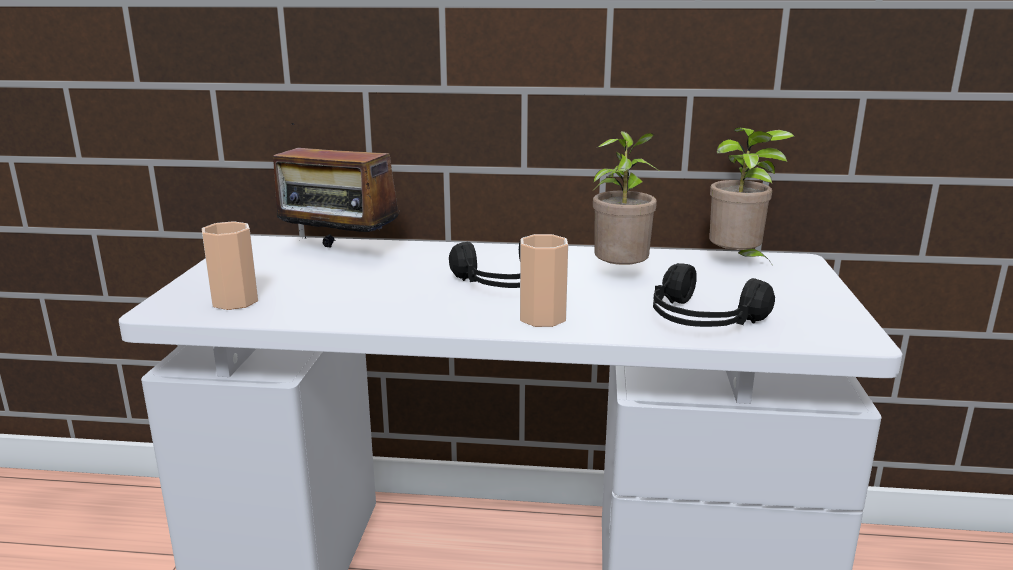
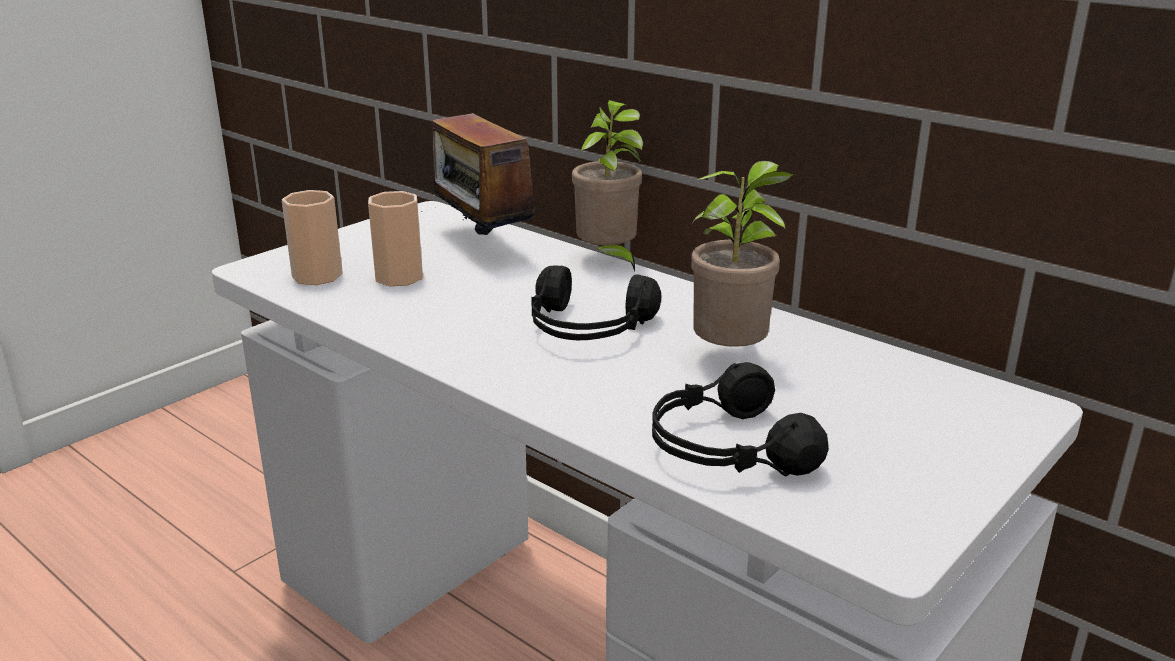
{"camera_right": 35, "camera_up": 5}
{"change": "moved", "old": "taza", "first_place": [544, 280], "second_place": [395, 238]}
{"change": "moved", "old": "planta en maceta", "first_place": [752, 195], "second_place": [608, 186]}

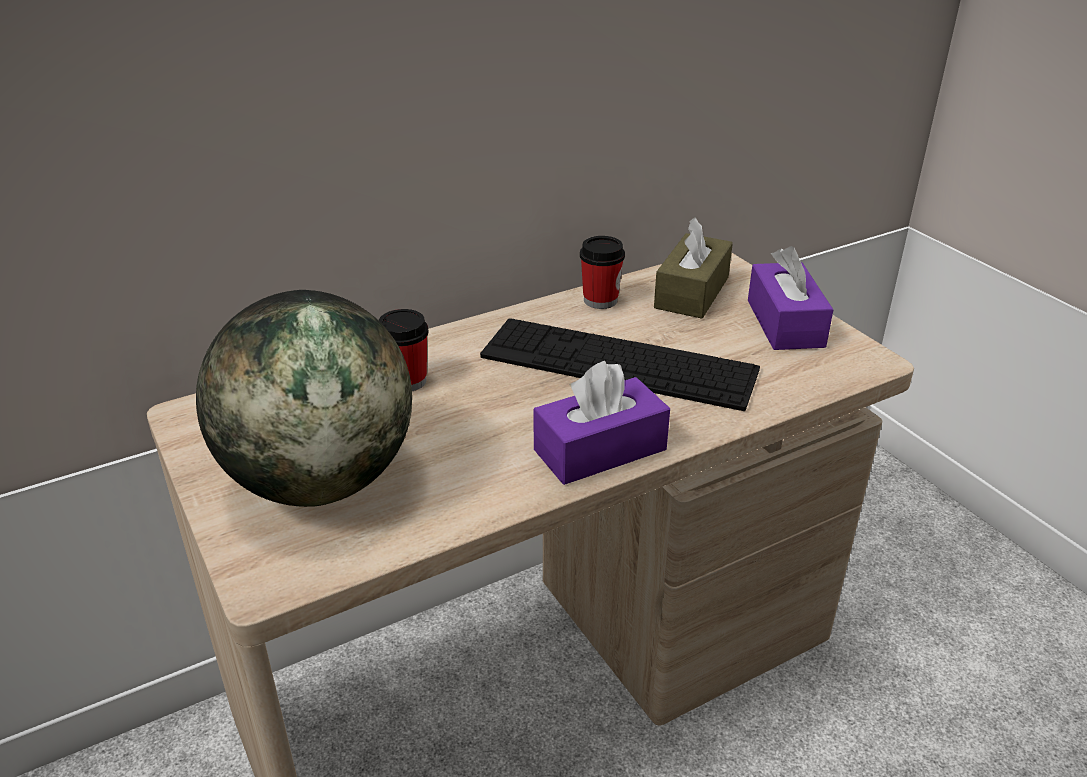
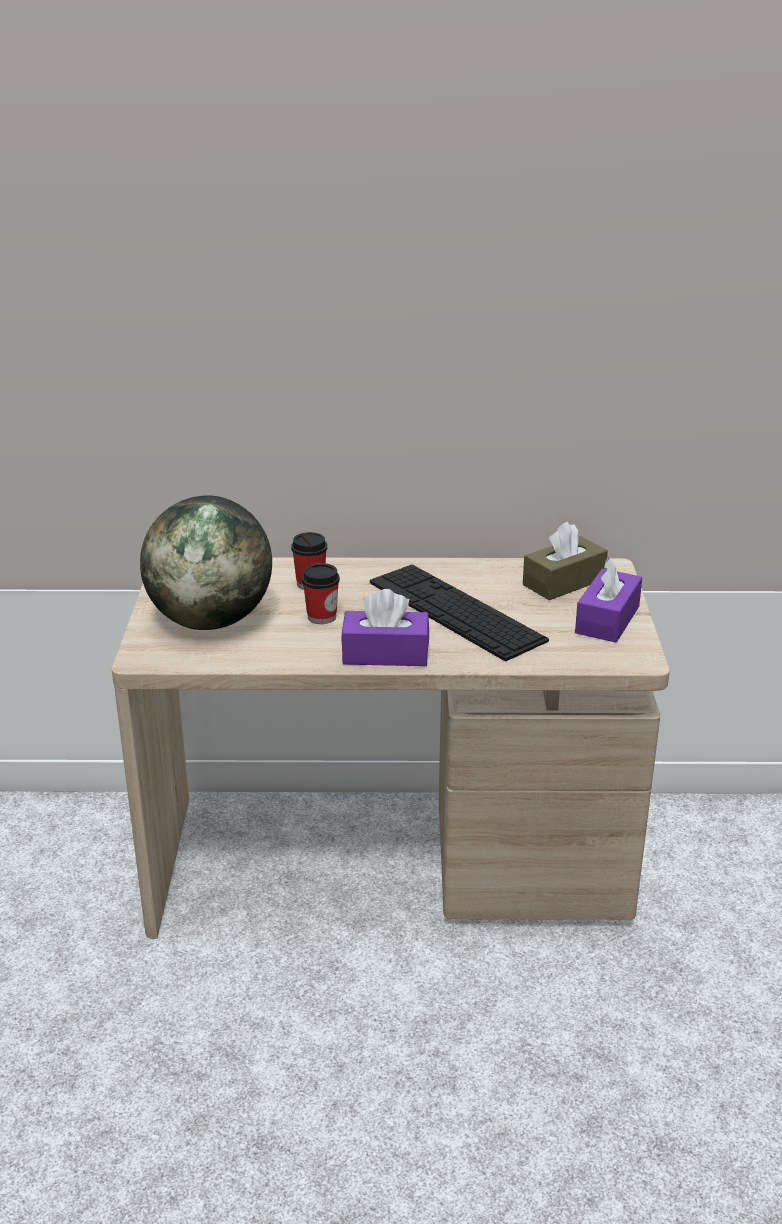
{"camera_right": 30, "camera_up": -5}
{"change": "moved", "old": "taza", "first_place": [602, 272], "second_place": [321, 593]}

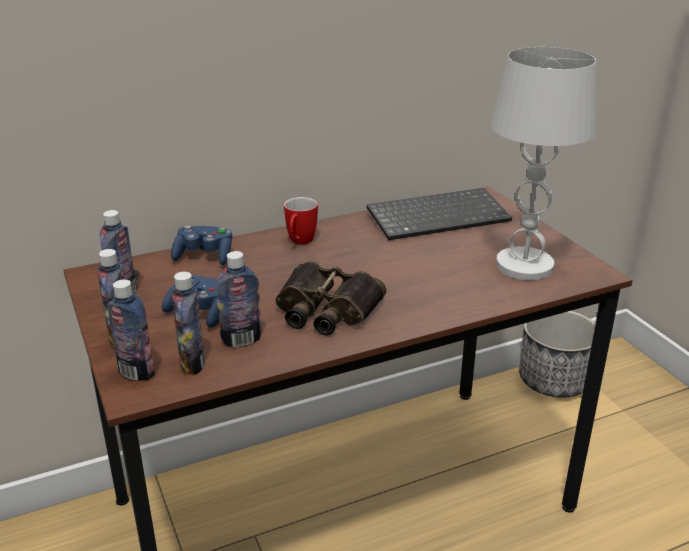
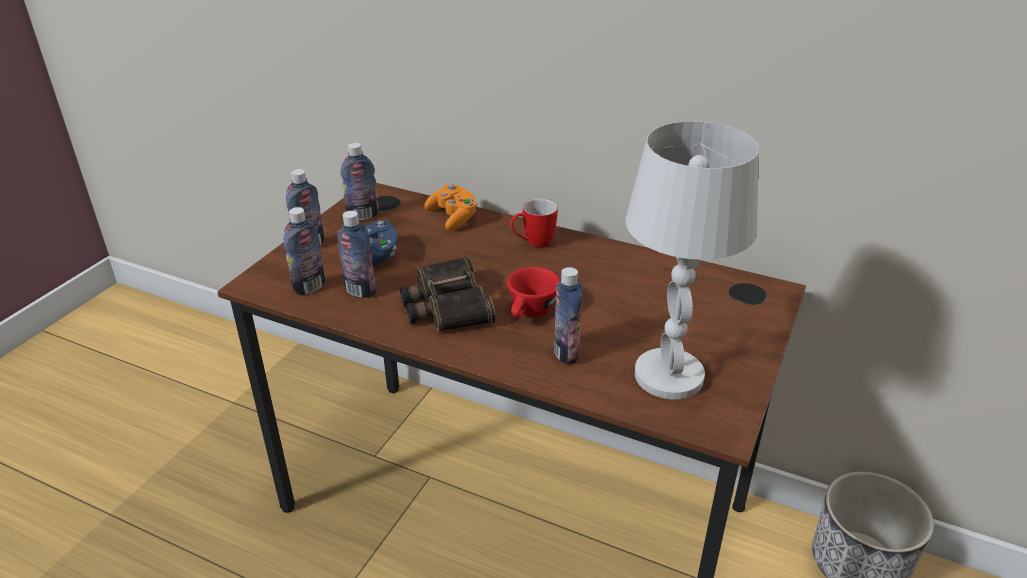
{"camera_right": 50, "camera_up": 5}
{"change": "moved", "old": "botella", "first_place": [131, 330], "second_place": [568, 316]}
{"change": "recoloured", "old": "mando de consola [azul]", "new": "mando de consola [naranja]", "first_place": [201, 245], "second_place": [451, 207]}
{"change": "removed", "old": "teclado", "first_place": [439, 214]}
{"change": "added", "new": "taza [rojo]", "second_place": [533, 292]}

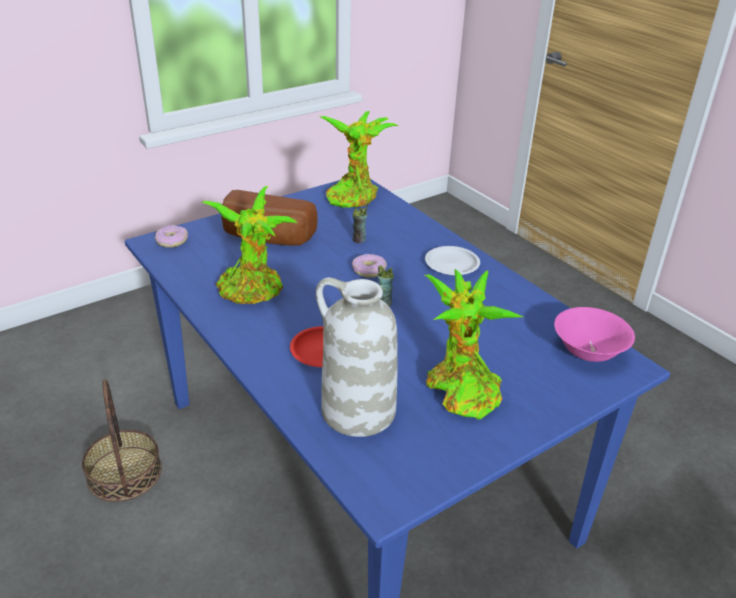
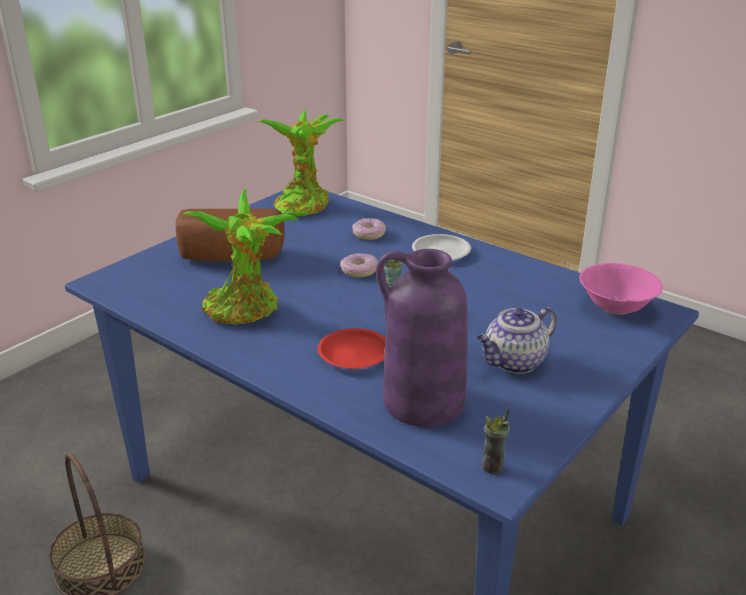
{"camera_right": -15, "camera_up": -5}
{"change": "moved", "old": "rosquilla", "first_place": [171, 236], "second_place": [369, 229]}
{"change": "recoloured", "old": "florero [blanco]", "new": "florero [morado]", "first_place": [356, 357], "second_place": [422, 338]}
{"change": "moved", "old": "taza", "first_place": [360, 223], "second_place": [496, 441]}
{"change": "replaced", "old": "planta en maceta", "new": "tetera", "first_place": [474, 344], "second_place": [517, 340]}

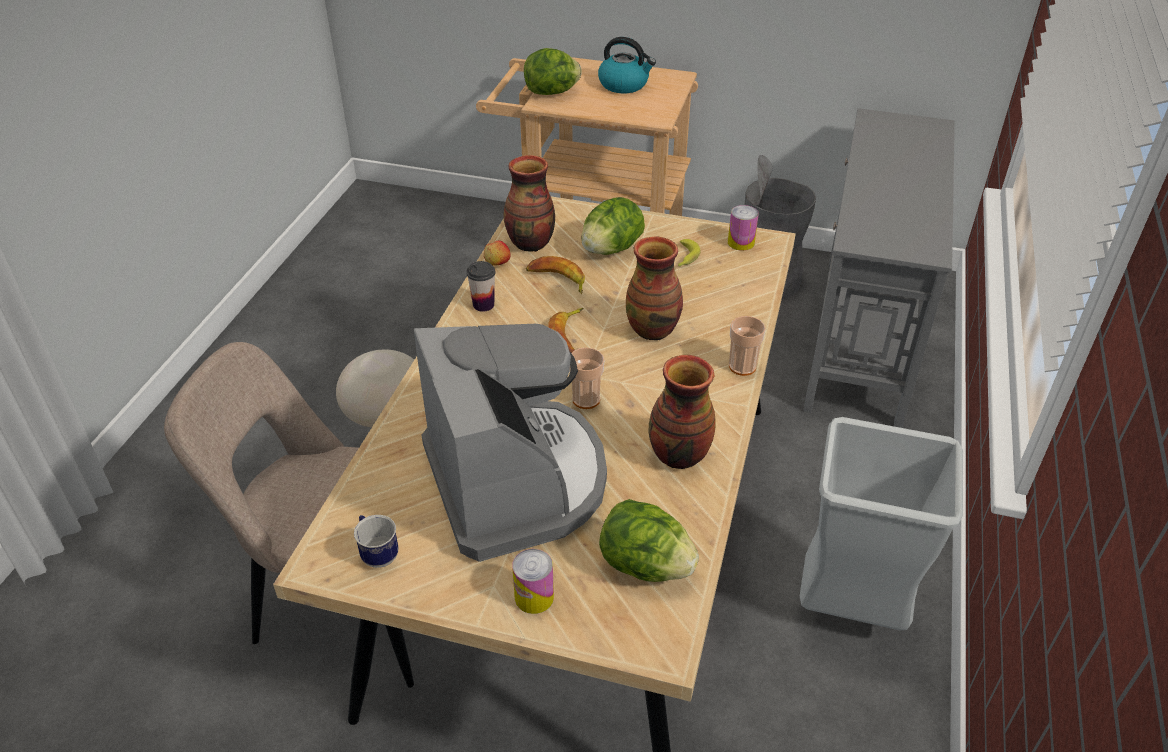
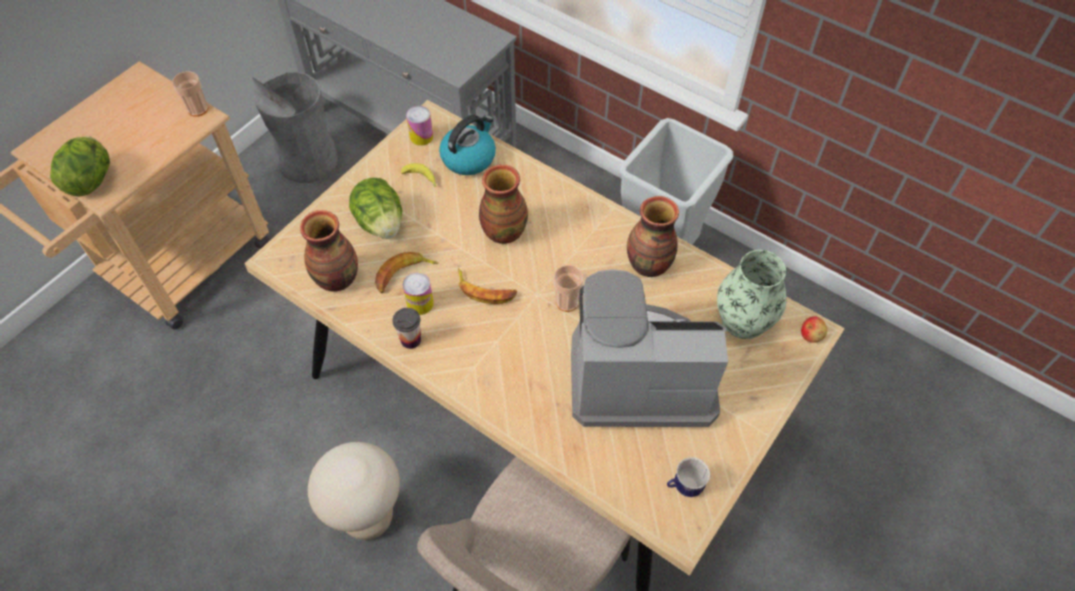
{"camera_right": -70, "camera_up": 15}
{"change": "moved", "old": "manzana", "first_place": [497, 253], "second_place": [814, 329]}
{"change": "moved", "old": "lata", "first_place": [533, 581], "second_place": [418, 293]}
{"change": "moved", "old": "hervidor", "first_place": [627, 65], "second_place": [467, 145]}
{"change": "replaced", "old": "lechuga", "new": "florero", "first_place": [649, 540], "second_place": [752, 294]}
{"change": "moved", "old": "taza", "first_place": [747, 346], "second_place": [190, 94]}

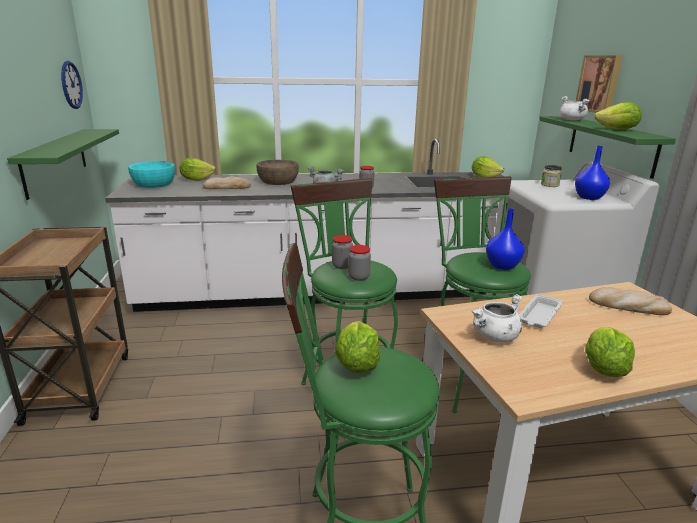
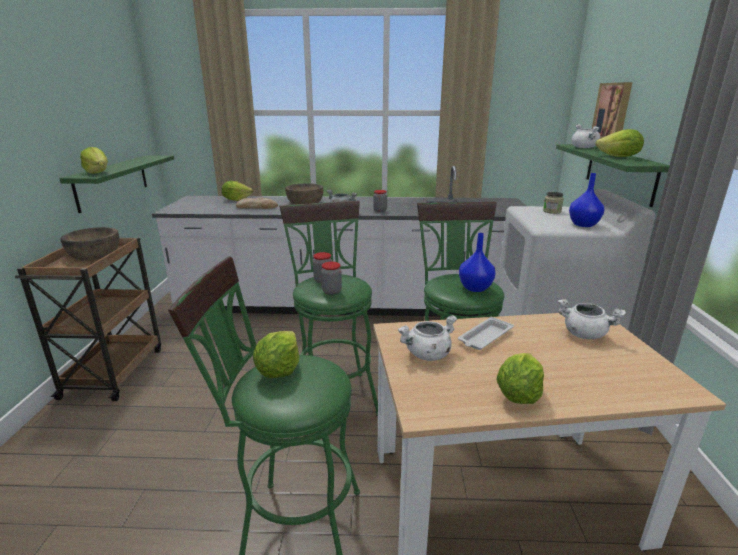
{"camera_right": 10, "camera_up": 0}
{"change": "removed", "old": "reloj de pared", "first_place": [72, 85]}
{"change": "removed", "old": "cuenco [turquesa]", "first_place": [151, 174]}
{"change": "moved", "old": "lechuga", "first_place": [488, 166], "second_place": [94, 160]}
{"change": "replaced", "old": "pan", "new": "olla [blanco]", "first_place": [630, 301], "second_place": [592, 319]}
{"change": "added", "new": "cuenco [marrón]", "second_place": [90, 244]}

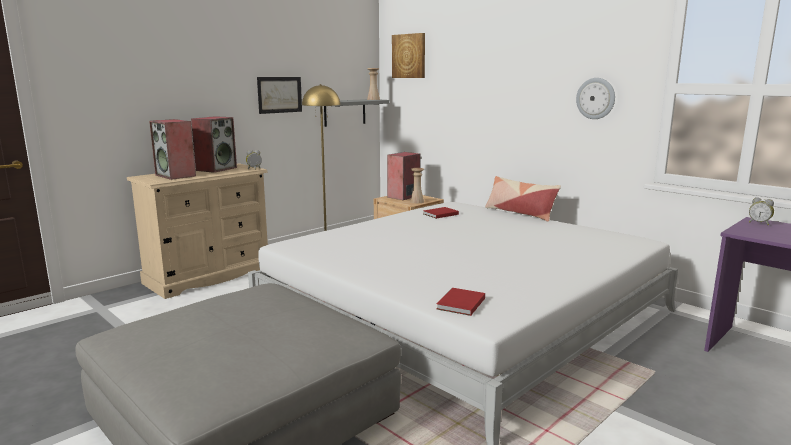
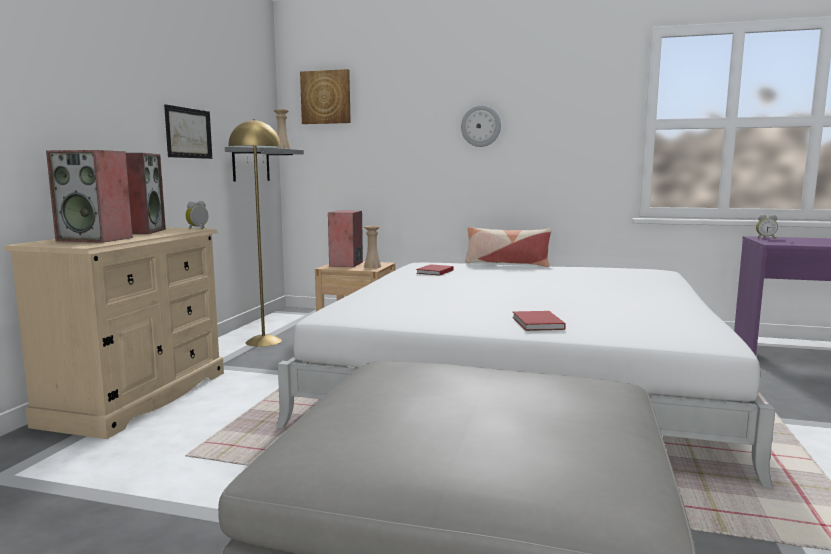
{"camera_right": -30, "camera_up": -5}
{"change": "moved", "old": "libro [rojo]", "first_place": [461, 302], "second_place": [539, 321]}
{"change": "moved", "old": "reloj de pared", "first_place": [595, 98], "second_place": [481, 126]}

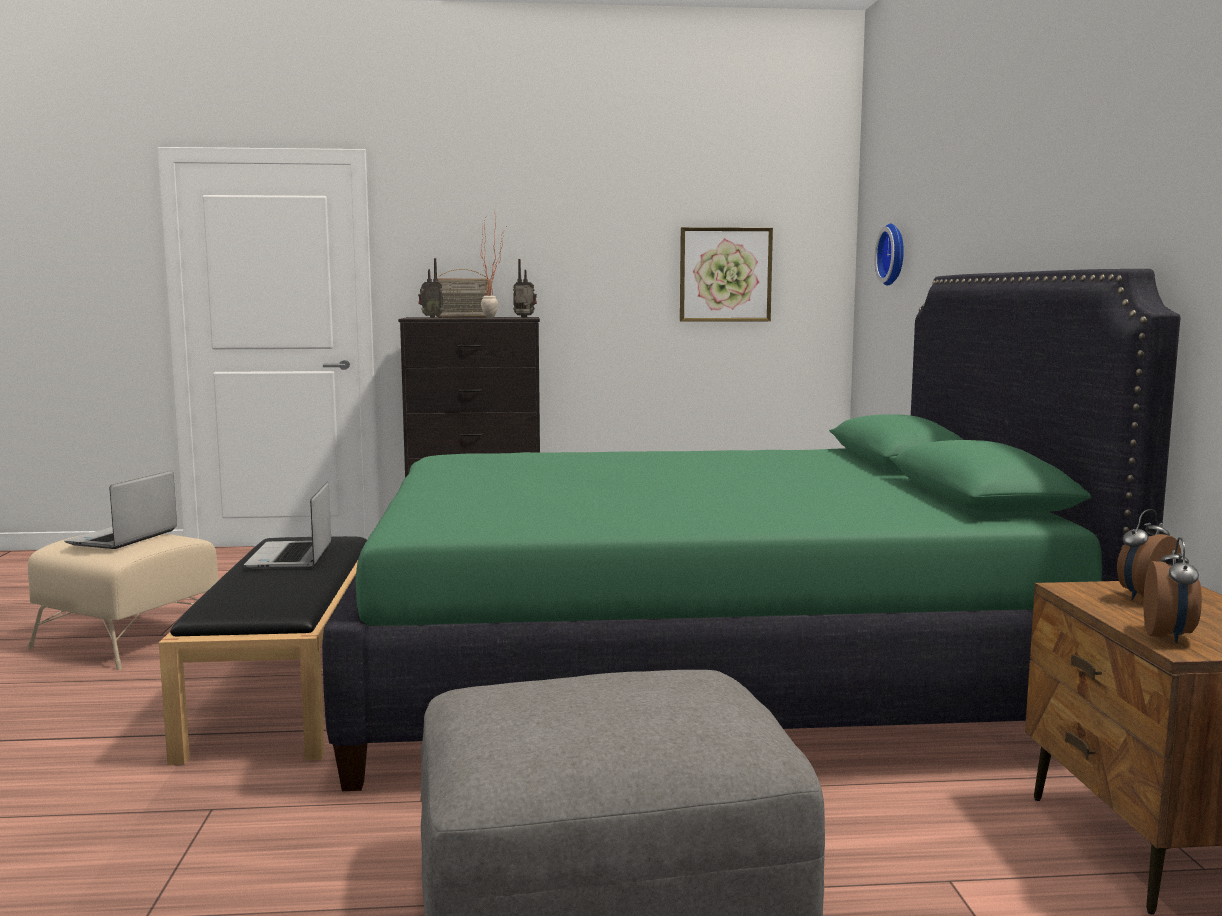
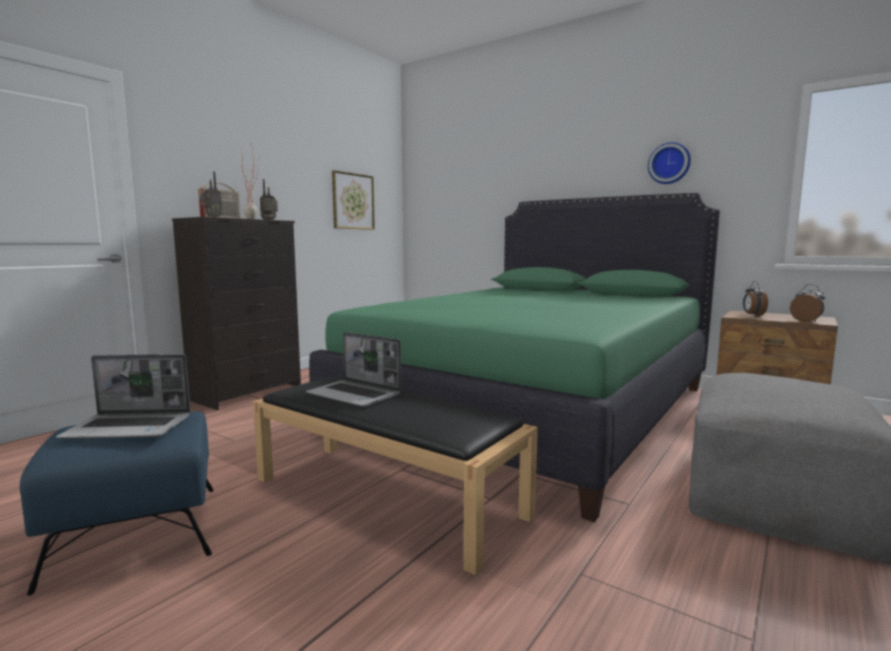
{"camera_right": -50, "camera_up": 0}
{"change": "recoloured", "old": "puf [beis]", "new": "puf [azul]", "first_place": [123, 602], "second_place": [117, 503]}
{"change": "turned", "old": "portátil", "first_place": [120, 510], "second_place": [123, 396], "degrees": -60}
{"change": "moved", "old": "reloj de pared", "first_place": [889, 254], "second_place": [669, 163]}

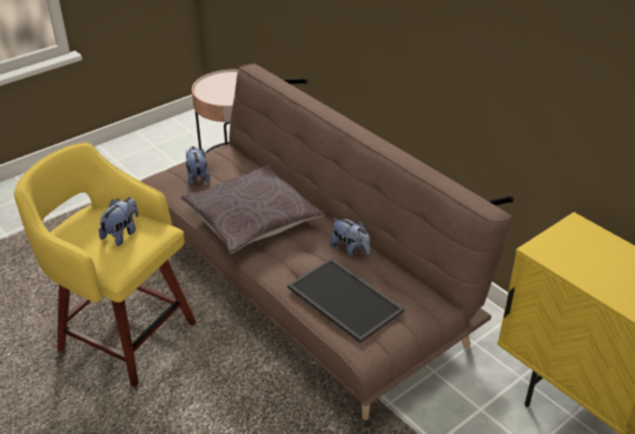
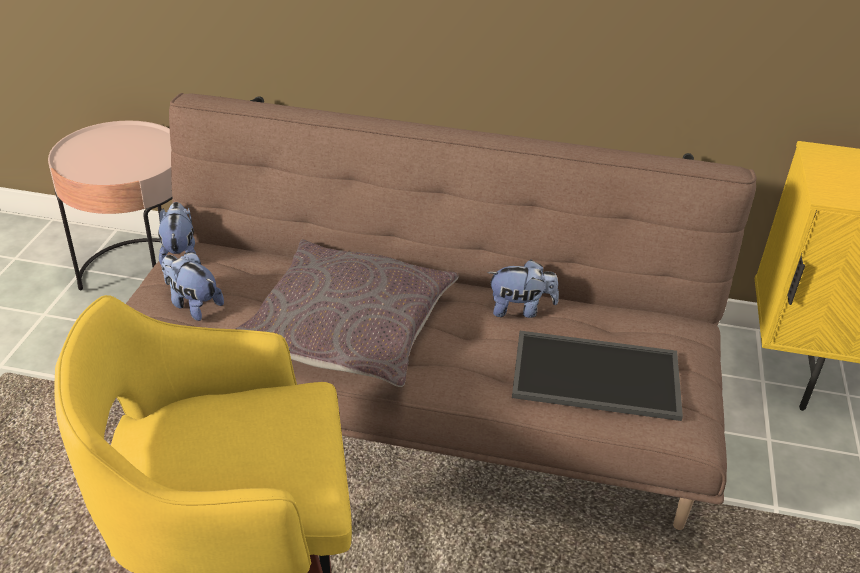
{"camera_right": -40, "camera_up": 0}
{"change": "moved", "old": "peluche", "first_place": [118, 221], "second_place": [177, 234]}

